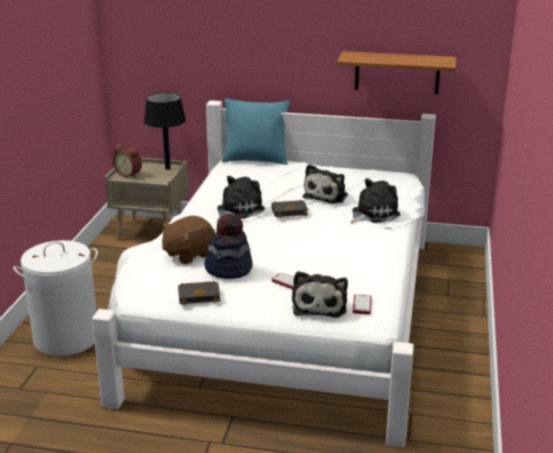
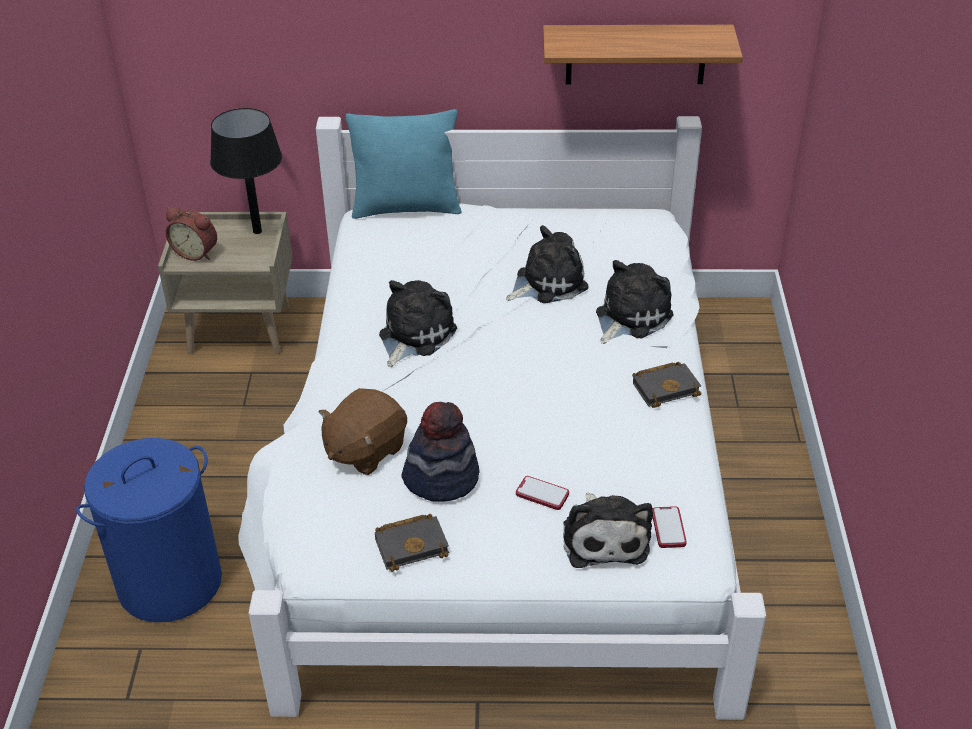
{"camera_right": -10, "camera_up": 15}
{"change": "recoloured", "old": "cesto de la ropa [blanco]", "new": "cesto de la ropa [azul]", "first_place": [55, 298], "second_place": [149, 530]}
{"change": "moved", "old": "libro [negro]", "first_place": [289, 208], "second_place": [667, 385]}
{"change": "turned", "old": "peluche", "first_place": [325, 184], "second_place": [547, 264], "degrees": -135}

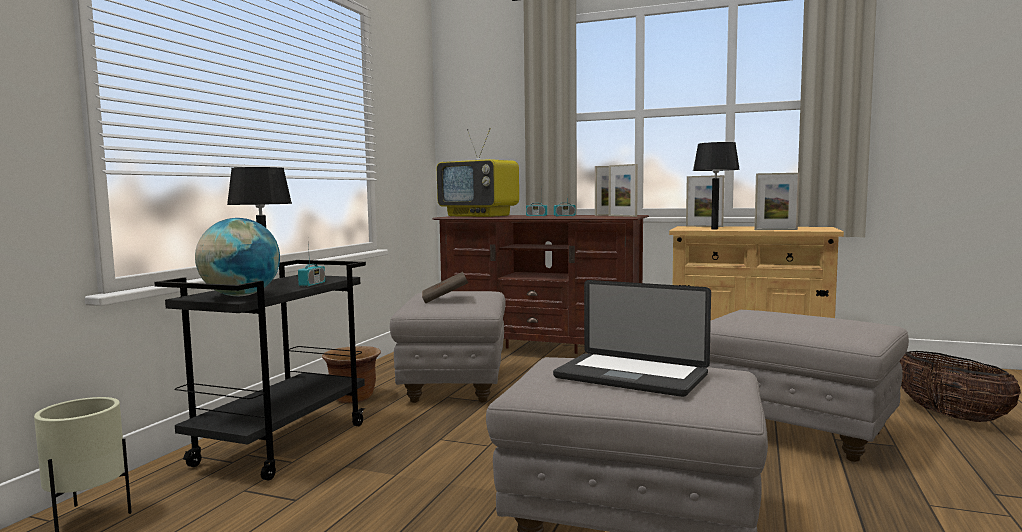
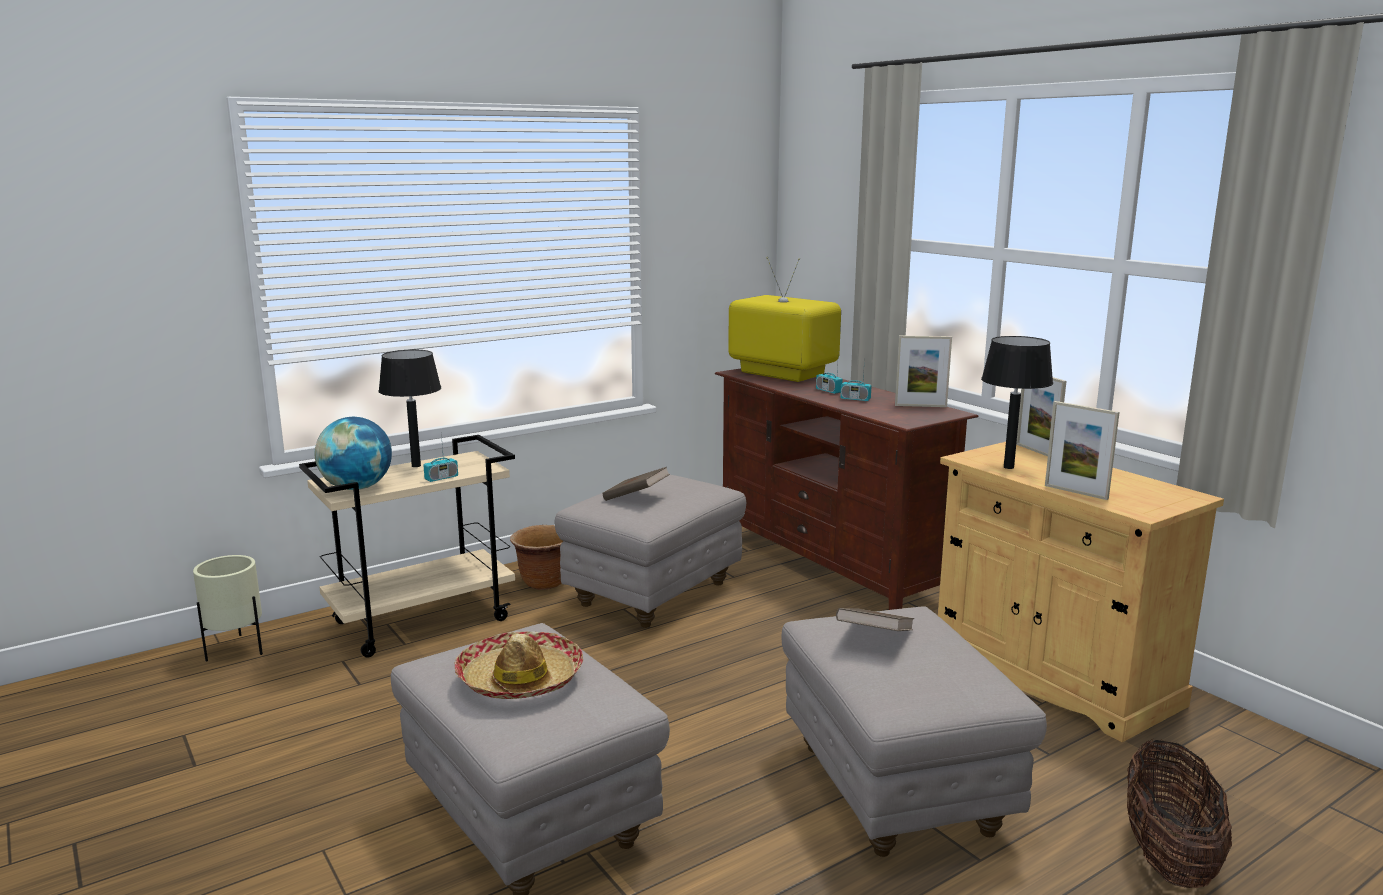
{"camera_right": 35, "camera_up": 10}
{"change": "recoloured", "old": "carrito [negro]", "new": "carrito [beis]", "first_place": [260, 370], "second_place": [407, 546]}
{"change": "turned", "old": "televisor", "first_place": [478, 172], "second_place": [784, 319], "degrees": 150}
{"change": "replaced", "old": "portátil", "new": "sombrero", "first_place": [632, 338], "second_place": [519, 665]}
{"change": "removed", "old": "portarretratos", "first_place": [623, 190]}
{"change": "added", "new": "libro [marrón]", "second_place": [875, 619]}

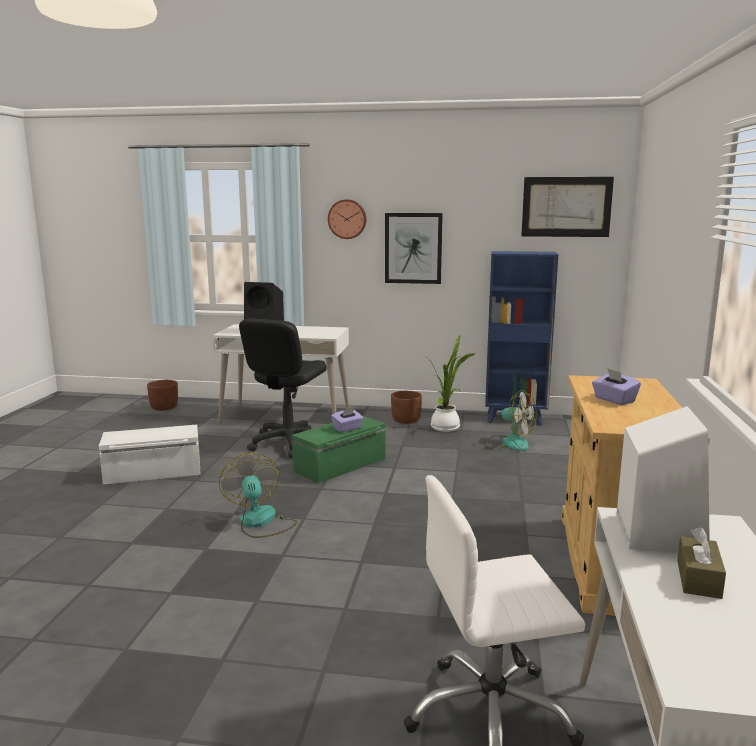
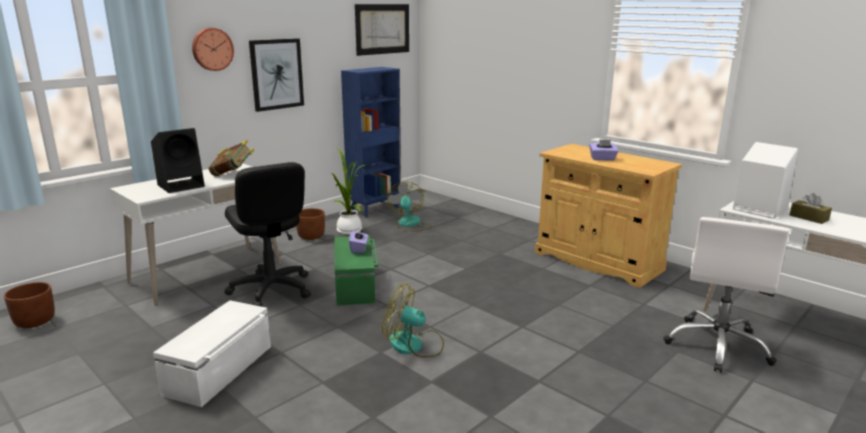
{"camera_right": -55, "camera_up": 5}
{"change": "turned", "old": "ventilador", "first_place": [510, 420], "second_place": [409, 207], "degrees": -75}
{"change": "added", "new": "libro", "second_place": [231, 158]}

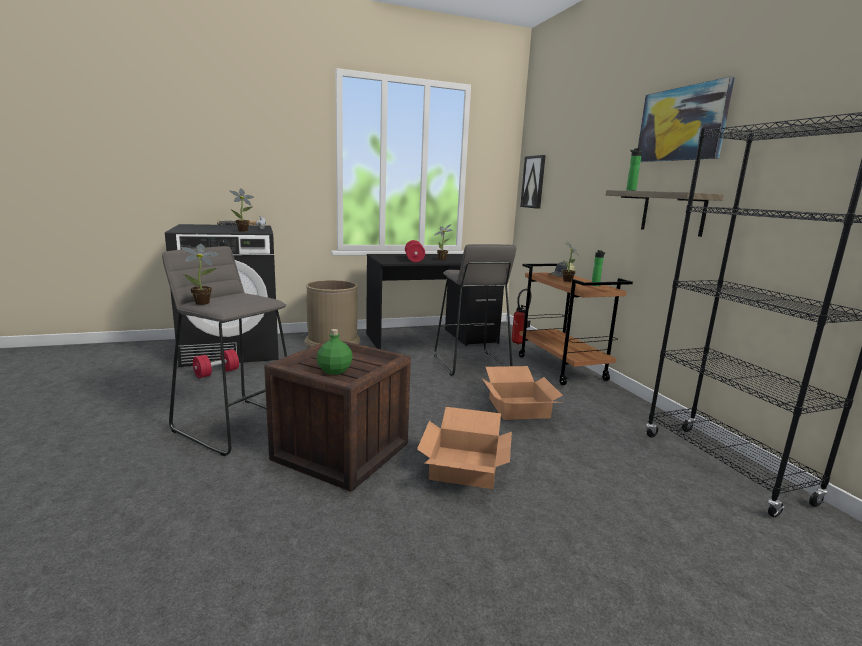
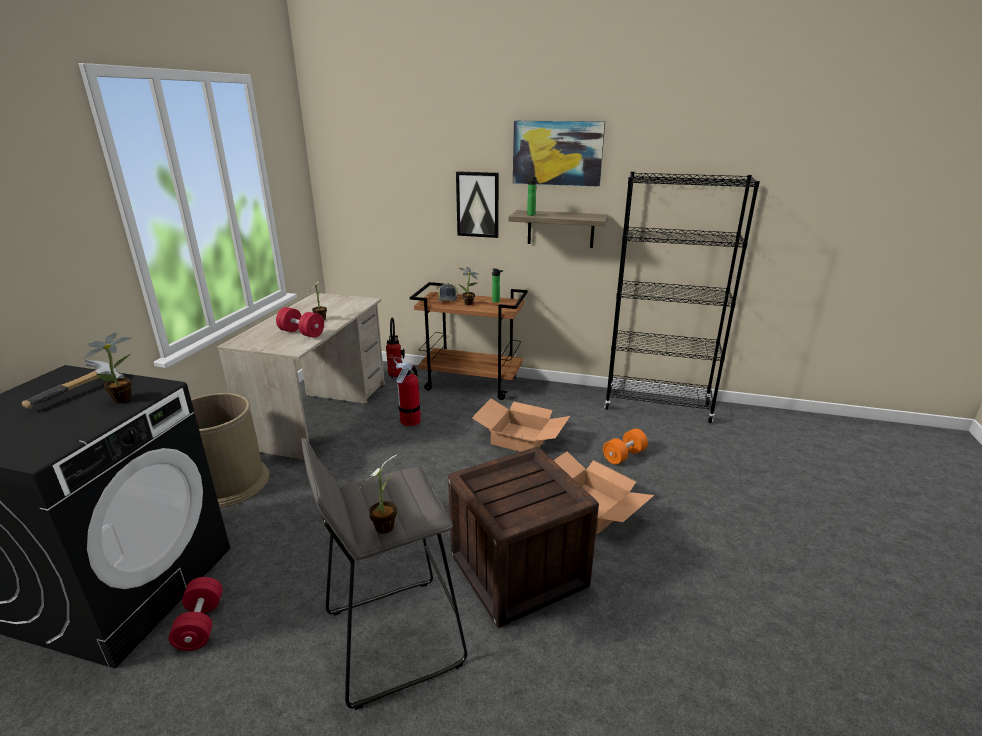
{"camera_right": -55, "camera_up": 10}
{"change": "removed", "old": "botella [verde]", "first_place": [335, 352]}
{"change": "recoloured", "old": "escritorio [negro]", "new": "escritorio [beis]", "first_place": [435, 301], "second_place": [300, 376]}
{"change": "replaced", "old": "taburete [gris]", "new": "extintor", "first_place": [475, 310], "second_place": [407, 391]}
{"change": "moved", "old": "cuadro", "first_place": [533, 182], "second_place": [477, 204]}
{"change": "added", "new": "mancuerna [naranja]", "second_place": [625, 446]}

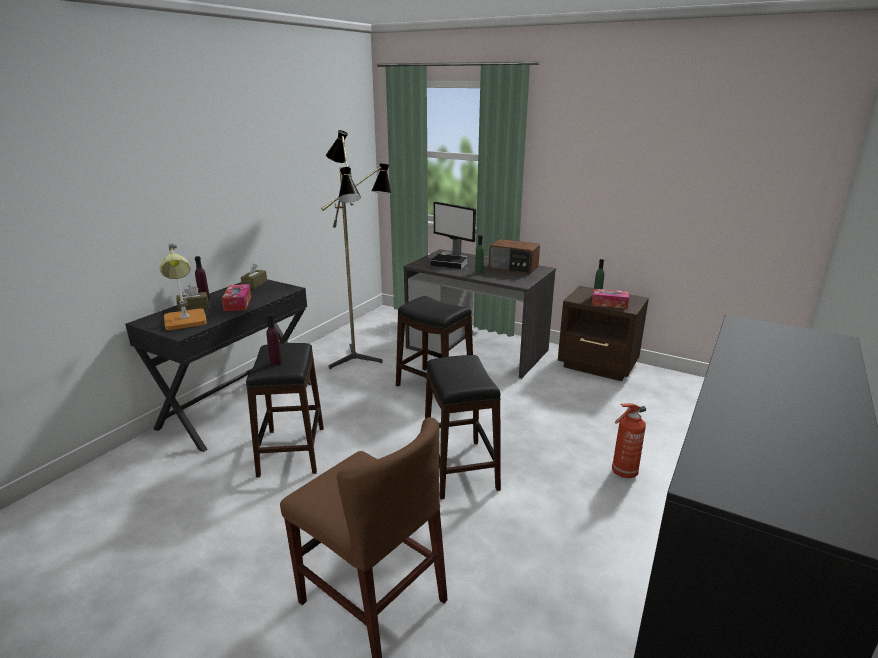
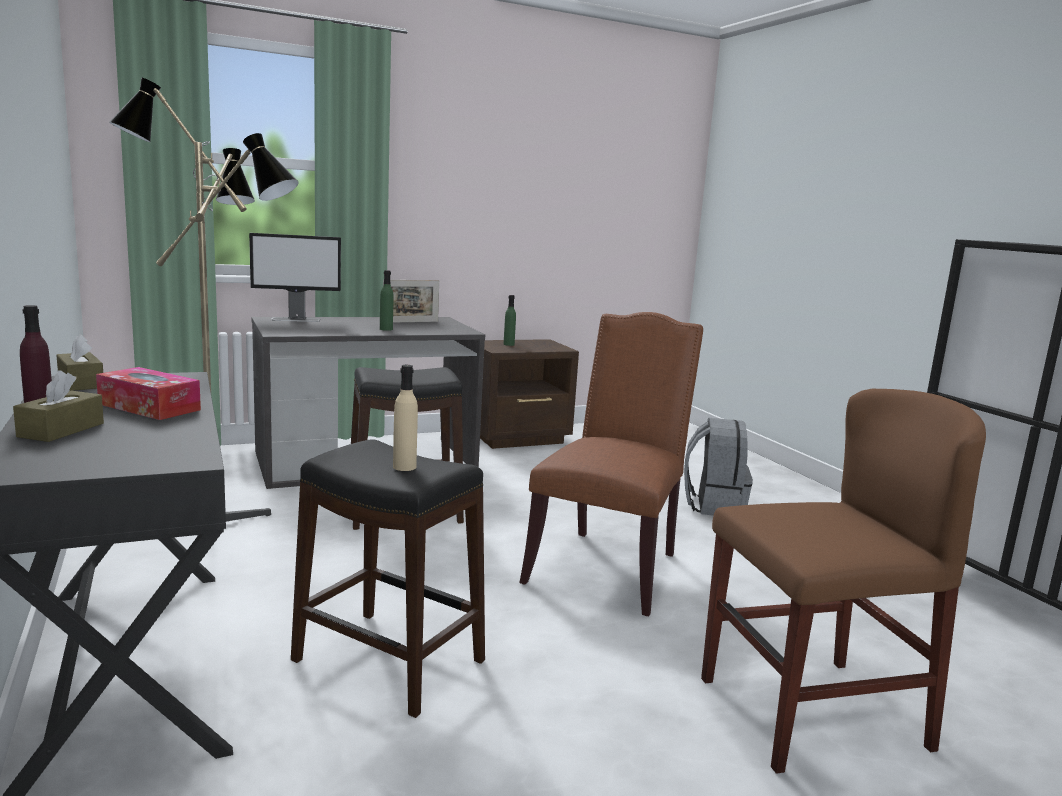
{"camera_right": -55, "camera_up": -10}
{"change": "removed", "old": "lámpara de mesa", "first_place": [183, 286]}
{"change": "recoloured", "old": "botella [morado]", "new": "botella [beis]", "first_place": [274, 339], "second_place": [405, 418]}
{"change": "replaced", "old": "taburete [negro]", "new": "silla [marrón]", "first_place": [463, 427], "second_place": [611, 464]}
{"change": "removed", "old": "libro", "first_place": [449, 261]}
{"change": "replaced", "old": "radio", "new": "portarretratos", "first_place": [514, 257], "second_place": [411, 301]}
{"change": "removed", "old": "caja de pañuelos", "first_place": [610, 298]}
{"change": "replaced", "old": "extintor", "new": "mochila [gris]", "first_place": [629, 440], "second_place": [718, 467]}

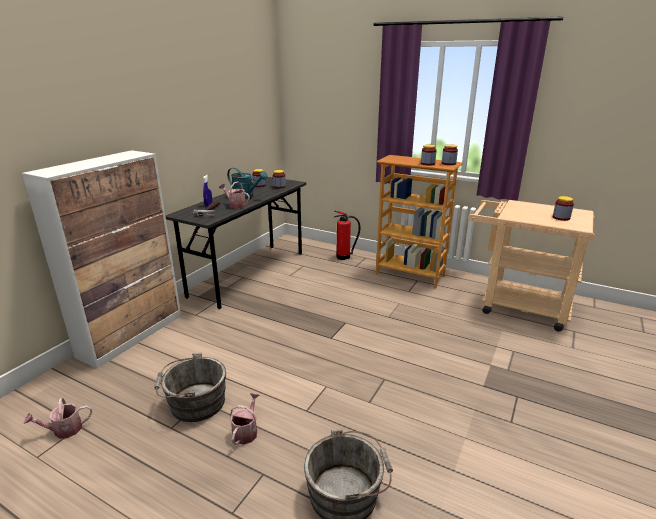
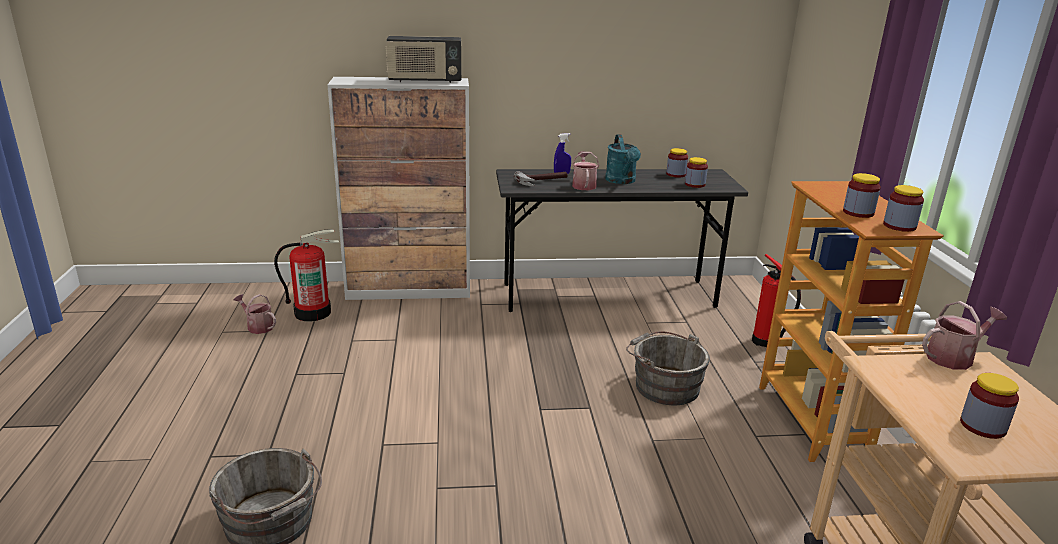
{"camera_right": 55, "camera_up": 0}
{"change": "moved", "old": "cubo [gris]", "first_place": [190, 387], "second_place": [668, 368]}
{"change": "moved", "old": "regadera", "first_place": [245, 419], "second_place": [964, 335]}
{"change": "added", "new": "extintor", "second_place": [306, 275]}
{"change": "added", "new": "radio", "second_place": [423, 59]}

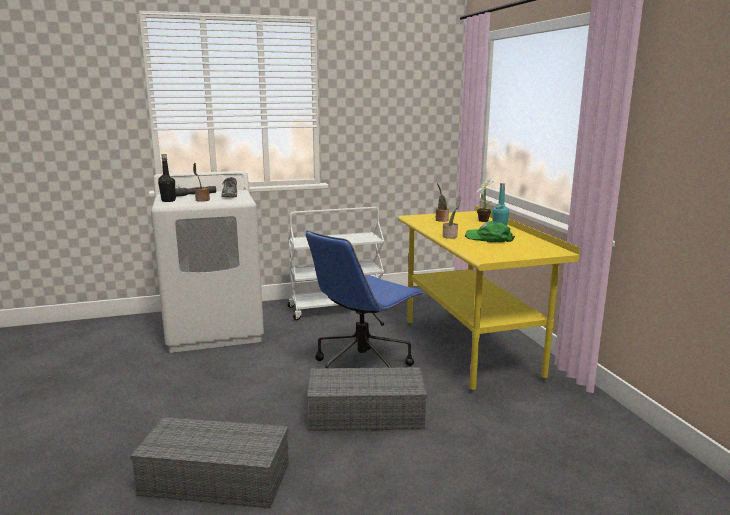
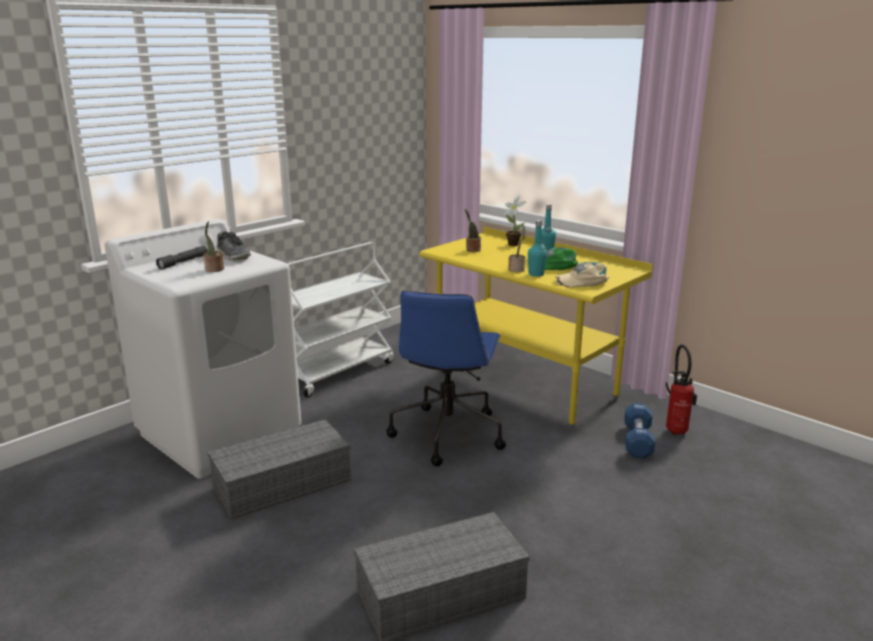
{"camera_right": -30, "camera_up": 5}
{"change": "removed", "old": "botella [negro]", "first_place": [167, 178]}
{"change": "moved", "old": "caja de almacenaje [gris]", "first_place": [367, 399], "second_place": [279, 469]}
{"change": "added", "new": "botella [turquesa]", "second_place": [537, 248]}
{"change": "added", "new": "gorra [beis]", "second_place": [582, 274]}
{"change": "added", "new": "mancuerna [azul]", "second_place": [639, 430]}
{"change": "added", "new": "extintor", "second_place": [681, 389]}

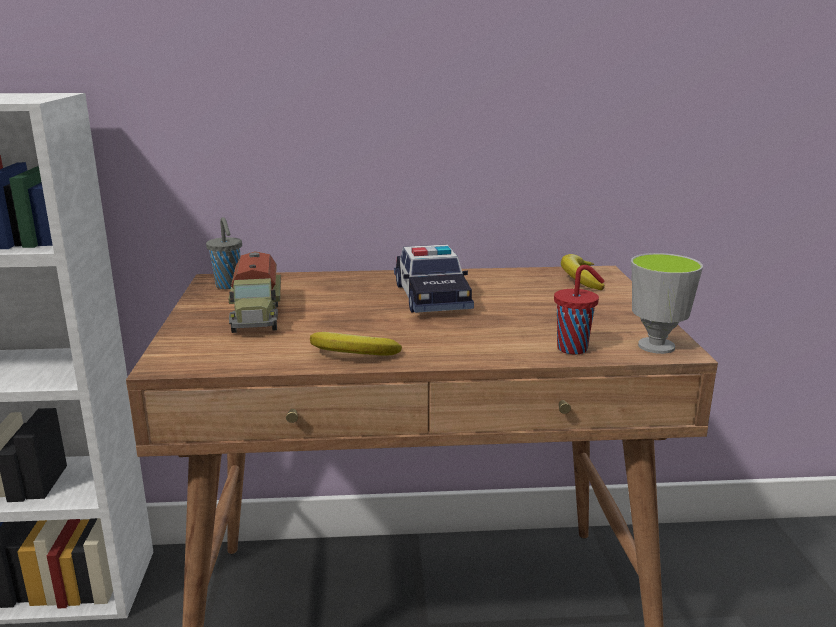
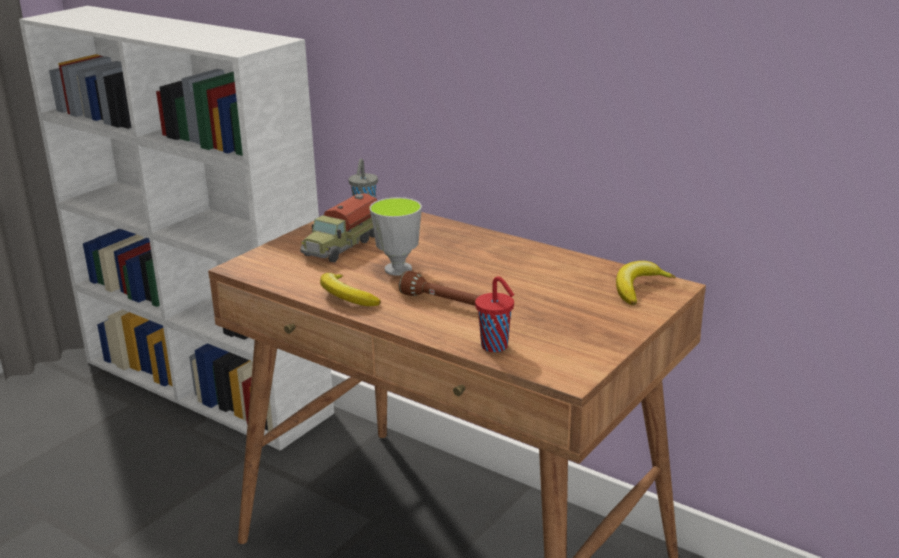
{"camera_right": 40, "camera_up": 5}
{"change": "removed", "old": "coche de juguete", "first_place": [434, 278]}
{"change": "moved", "old": "taza", "first_place": [667, 303], "second_place": [395, 236]}
{"change": "added", "new": "linterna [marrón]", "second_place": [439, 288]}

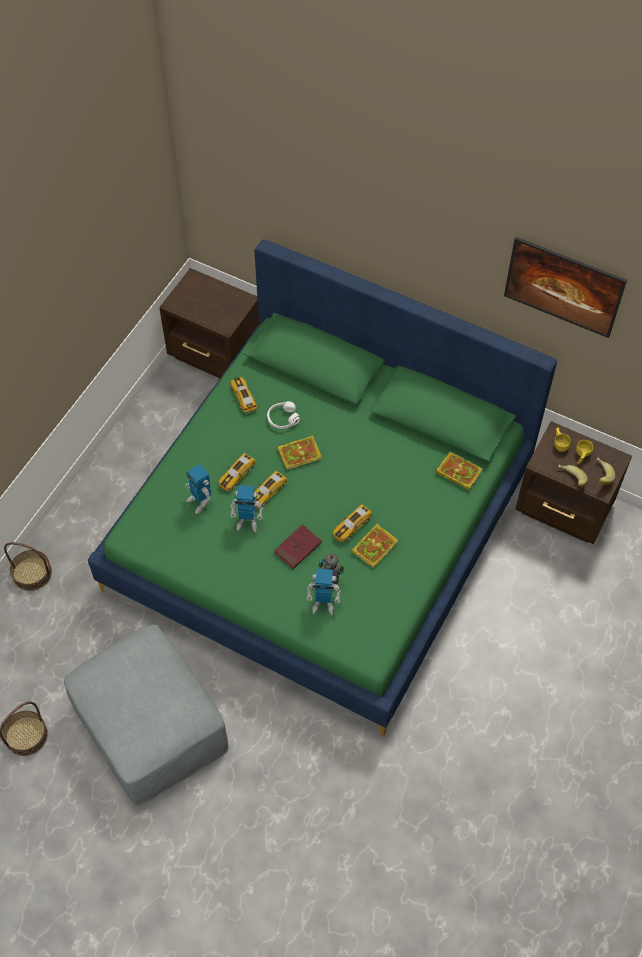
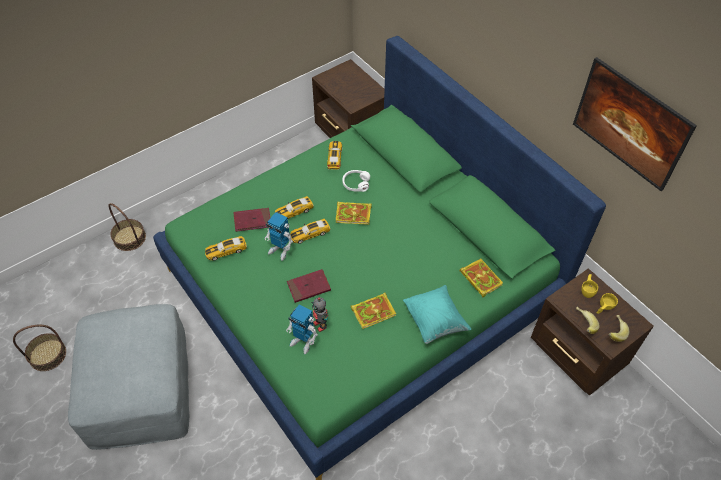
{"camera_right": 25, "camera_up": -5}
{"change": "replaced", "old": "robot de juguete", "new": "libro [rojo]", "first_place": [198, 489], "second_place": [251, 220]}
{"change": "moved", "old": "coche de juguete", "first_place": [353, 523], "second_place": [226, 248]}
{"change": "added", "new": "cojín [turquesa]", "second_place": [437, 314]}

